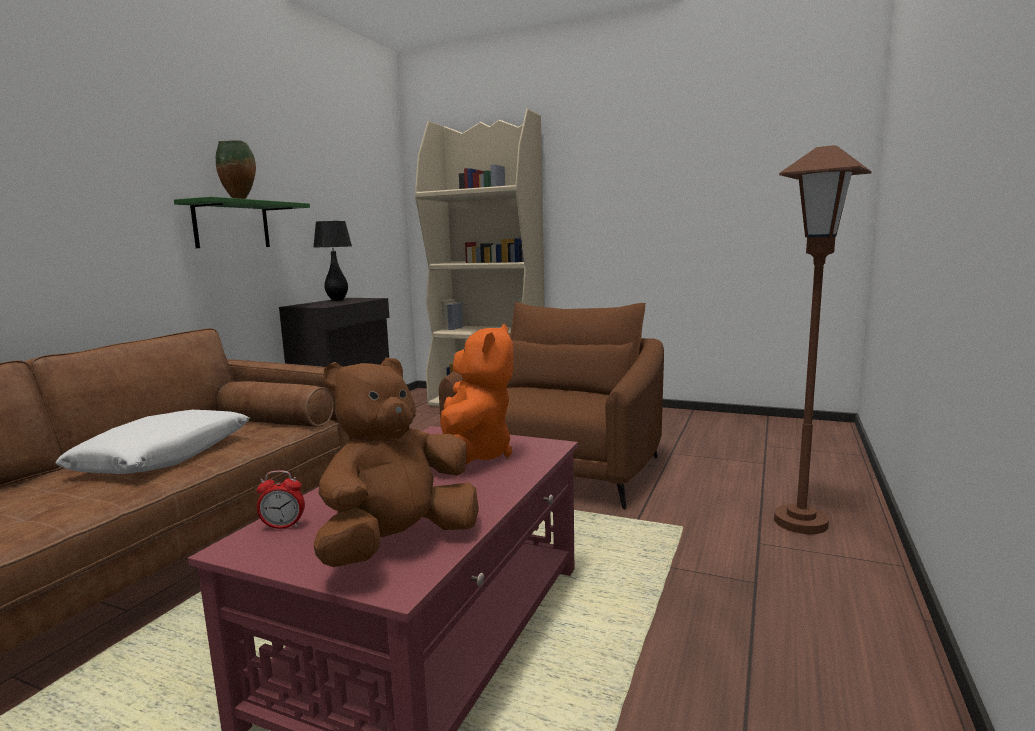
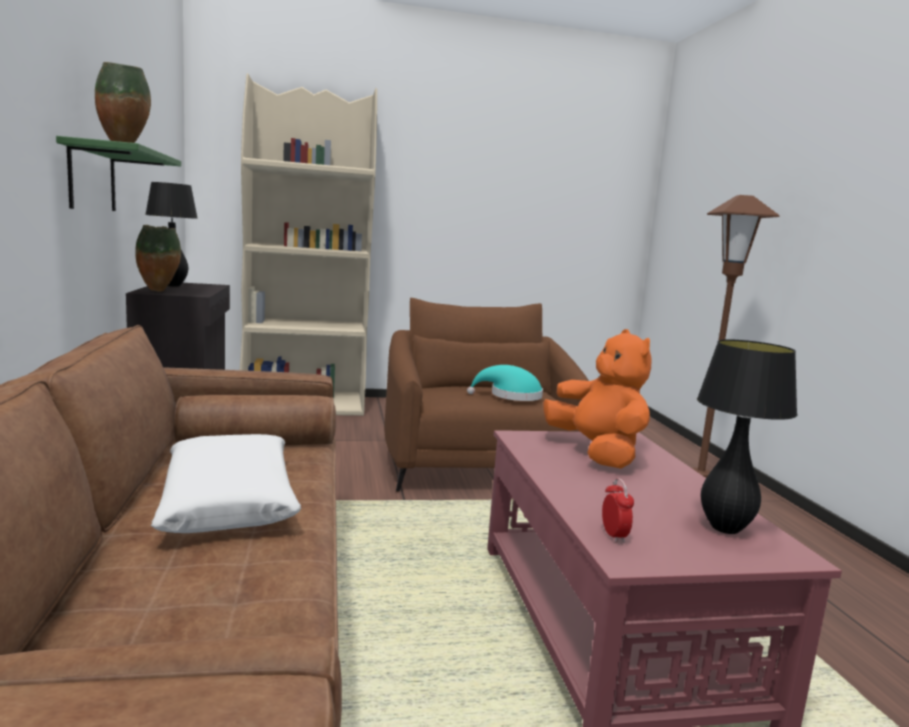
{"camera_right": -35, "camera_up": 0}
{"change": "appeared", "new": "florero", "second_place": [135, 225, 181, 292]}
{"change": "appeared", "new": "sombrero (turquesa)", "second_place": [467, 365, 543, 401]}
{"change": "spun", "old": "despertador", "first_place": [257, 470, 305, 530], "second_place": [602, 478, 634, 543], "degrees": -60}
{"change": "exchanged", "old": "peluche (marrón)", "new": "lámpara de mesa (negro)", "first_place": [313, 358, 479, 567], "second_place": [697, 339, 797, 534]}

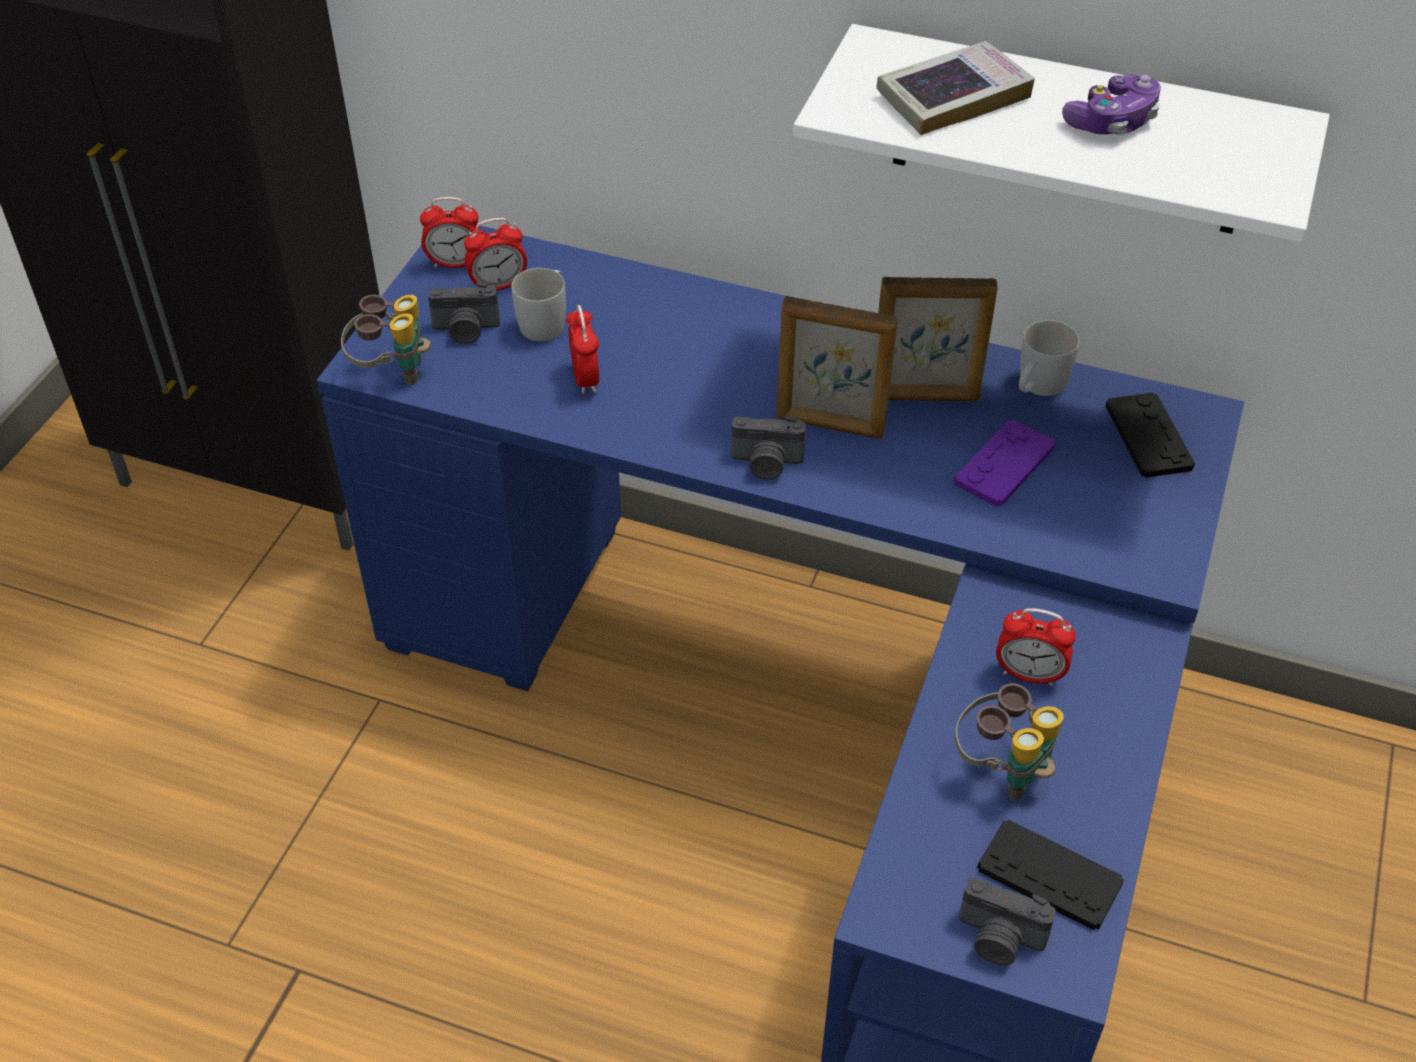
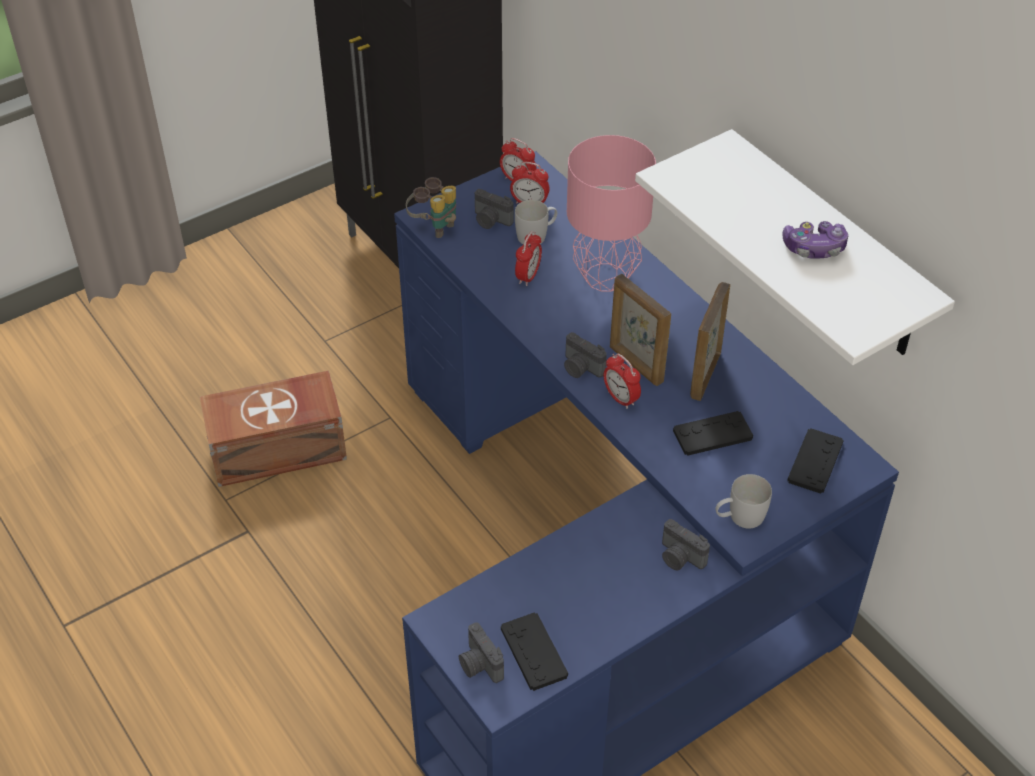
{"camera_right": 35, "camera_up": 0}
{"change": "appeared", "new": "caja de almacenaje (marrón)", "second_place": [200, 371, 347, 487]}
{"change": "appeared", "new": "lámpara de mesa (rosa)", "second_place": [567, 135, 656, 292]}
{"change": "relocated", "old": "despertador", "first_place": [996, 608, 1076, 686], "second_place": [603, 354, 641, 409]}
{"change": "appeared", "new": "cámara", "second_place": [662, 519, 710, 570]}
{"change": "colour", "old": "mando de consola (morado)", "new": "mando de consola (negro)", "first_place": [954, 420, 1056, 507], "second_place": [673, 411, 753, 456]}
{"change": "spun", "old": "portarretratos", "first_place": [878, 277, 998, 401], "second_place": [690, 282, 730, 401], "degrees": 75}
{"change": "relocated", "old": "taza grande (blanco)", "first_place": [1019, 320, 1079, 396], "second_place": [715, 474, 772, 529]}
{"change": "missing", "old": "libro", "first_place": [876, 41, 1035, 135]}
{"change": "missing", "old": "prismáticos", "first_place": [955, 683, 1064, 801]}

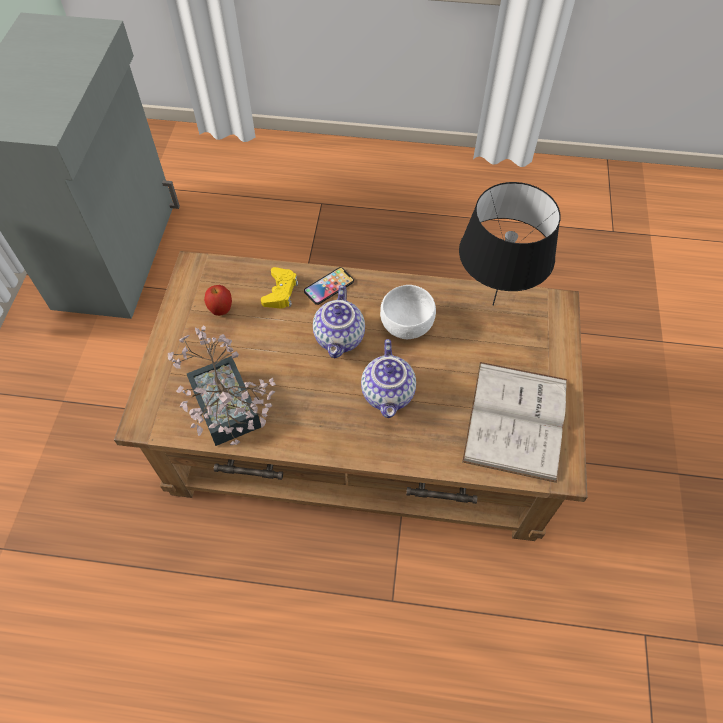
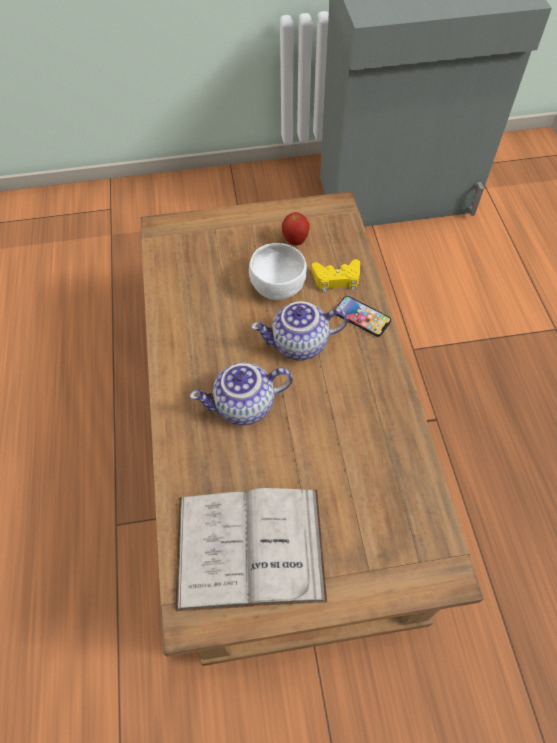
{"camera_right": 75, "camera_up": 0}
{"change": "relocated", "old": "cuenco (blanco)", "first_place": [380, 285, 436, 339], "second_place": [249, 243, 307, 300]}
{"change": "missing", "old": "planta en maceta", "first_place": [168, 326, 276, 446]}
{"change": "missing", "old": "lámpara de mesa (negro)", "first_place": [459, 182, 560, 306]}

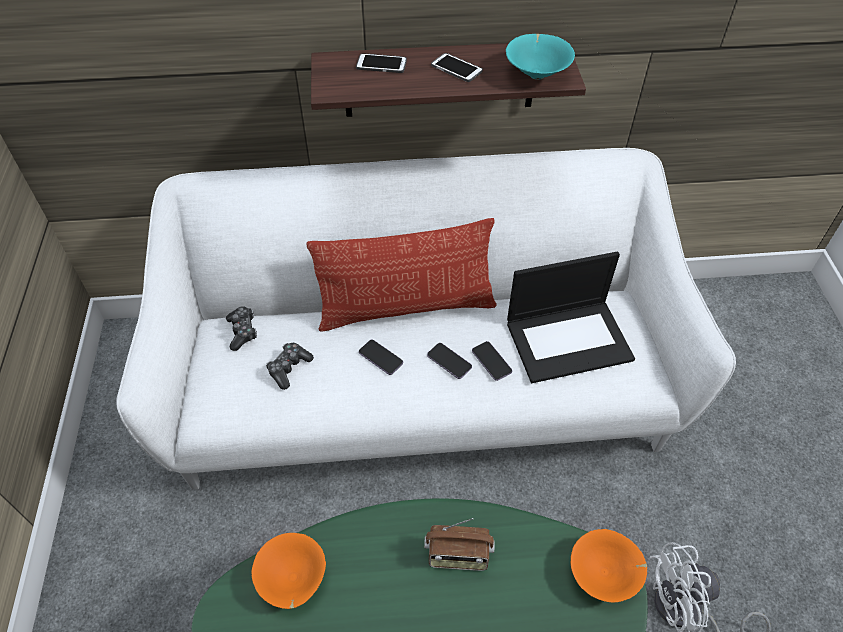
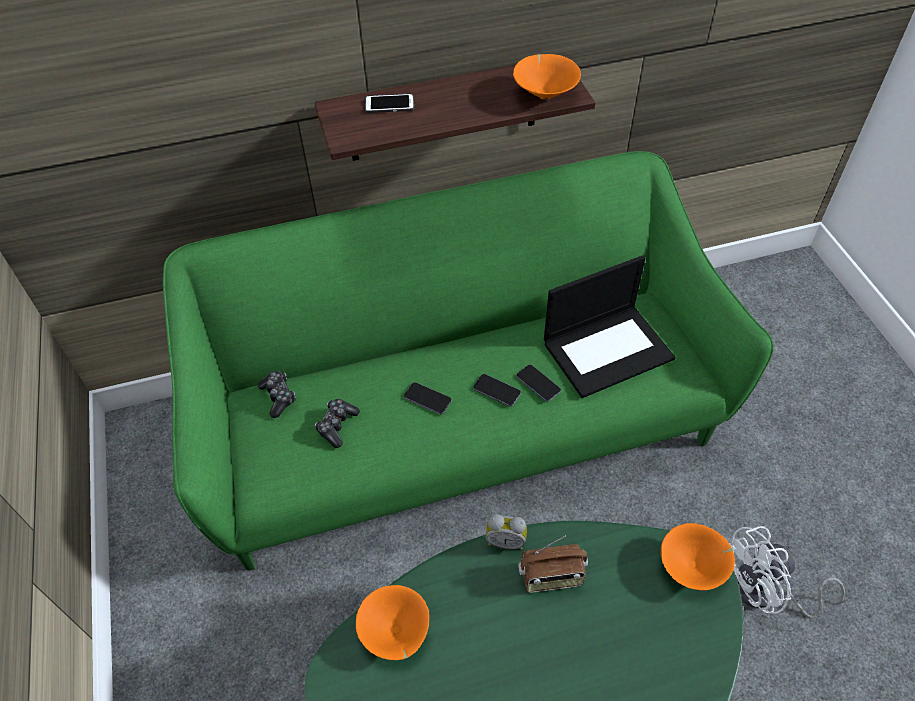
{"camera_right": -10, "camera_up": 0}
{"change": "colour", "old": "sofá (blanco)", "new": "sofá (verde)", "first_place": [116, 148, 736, 490], "second_place": [163, 151, 774, 571]}
{"change": "appeared", "new": "despertador", "second_place": [486, 514, 527, 550]}
{"change": "colour", "old": "cuenco (turquesa)", "new": "cuenco (naranja)", "first_place": [506, 34, 575, 80], "second_place": [513, 54, 581, 100]}
{"change": "missing", "old": "cojín", "first_place": [306, 218, 497, 332]}
{"change": "missing", "old": "móvil", "first_place": [431, 53, 483, 82]}

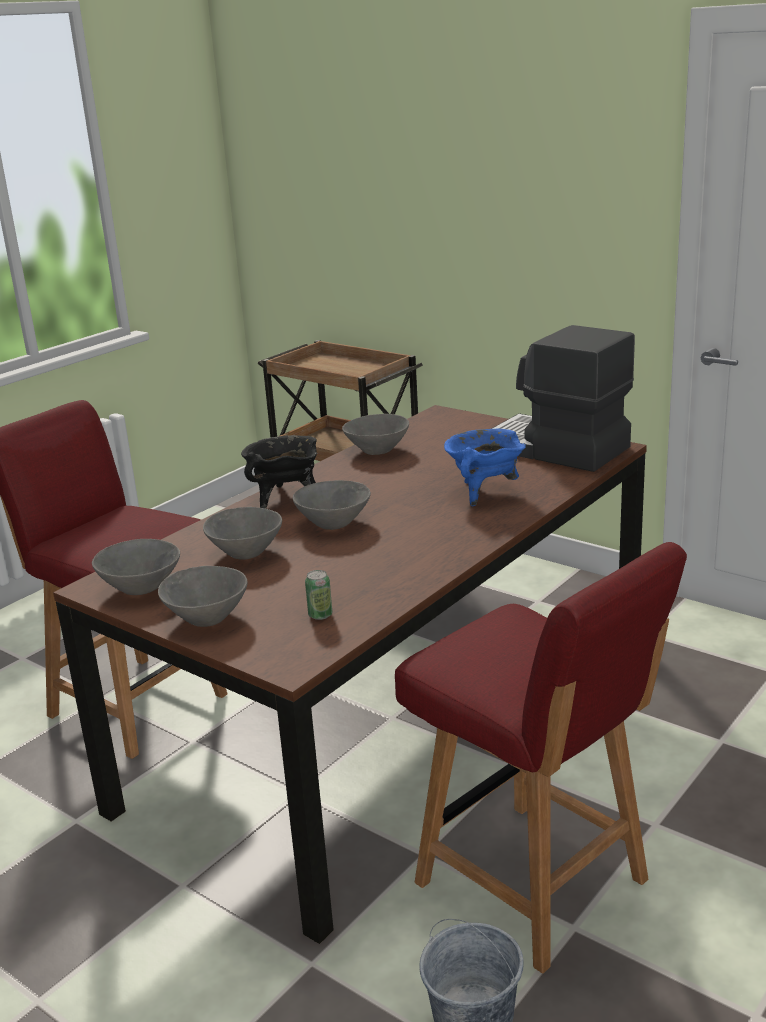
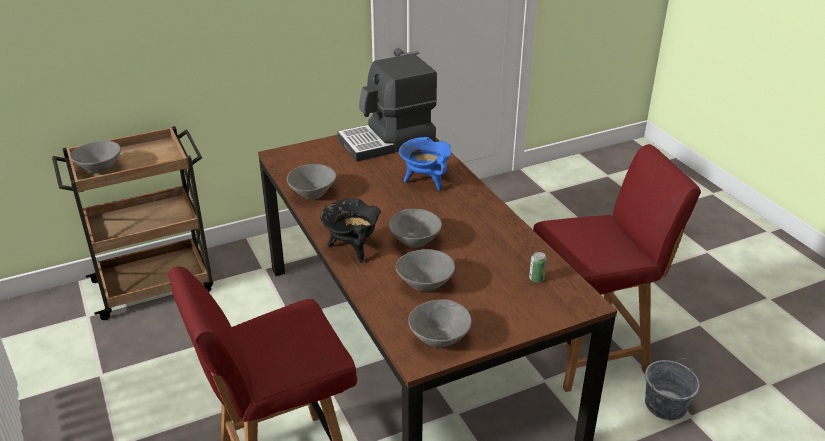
{"camera_right": -65, "camera_up": 10}
{"change": "relocated", "old": "cuenco (gris)", "first_place": [158, 566, 248, 627], "second_place": [70, 141, 121, 174]}

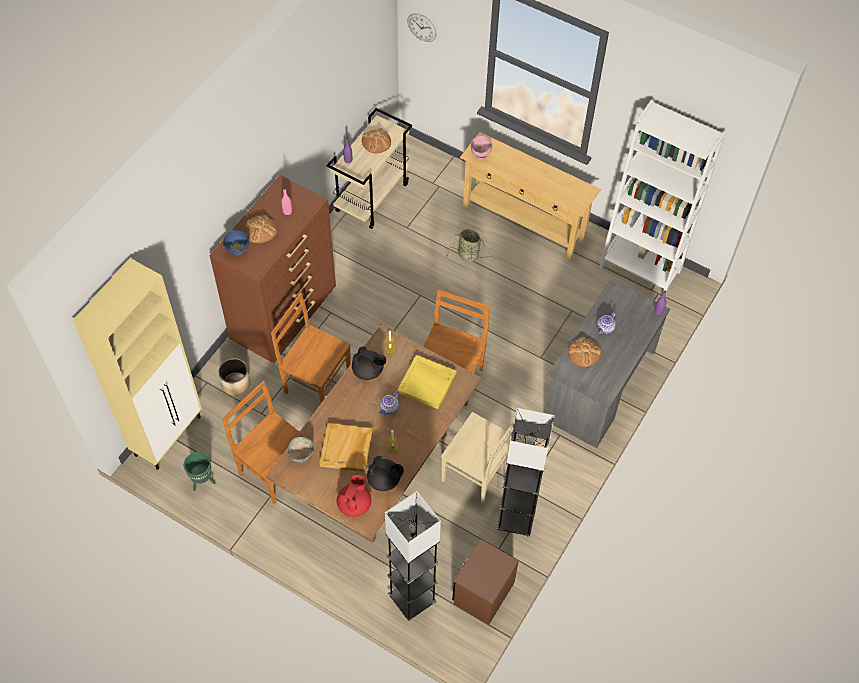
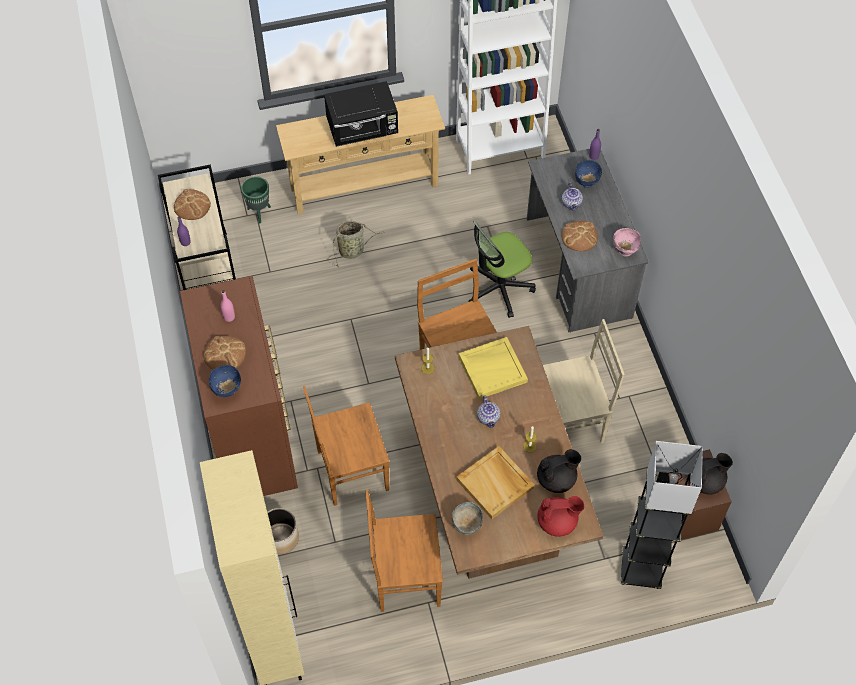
{"camera_right": -45, "camera_up": 0}
{"change": "relocated", "old": "maceta (verde)", "first_place": [184, 452, 216, 491], "second_place": [241, 176, 271, 224]}
{"change": "appeared", "new": "microondas (negro)", "second_place": [324, 81, 398, 147]}
{"change": "appeared", "new": "silla de oficina", "second_place": [468, 221, 536, 318]}
{"change": "spun", "old": "tetera (rojo)", "first_place": [337, 475, 371, 517], "second_place": [537, 496, 584, 537], "degrees": 105}
{"change": "appeared", "new": "cuenco (azul)", "second_place": [575, 160, 602, 188]}
{"change": "relocated", "old": "cuenco (rosa)", "first_place": [471, 136, 492, 160], "second_place": [613, 228, 641, 256]}
{"change": "relocated", "old": "tetera (negro)", "first_place": [352, 347, 386, 380], "second_place": [689, 453, 733, 495]}
{"change": "missing", "old": "reloj de pared", "first_place": [407, 13, 437, 42]}
{"change": "missing", "old": "lámpara de pie (gris)", "first_place": [497, 408, 555, 537]}

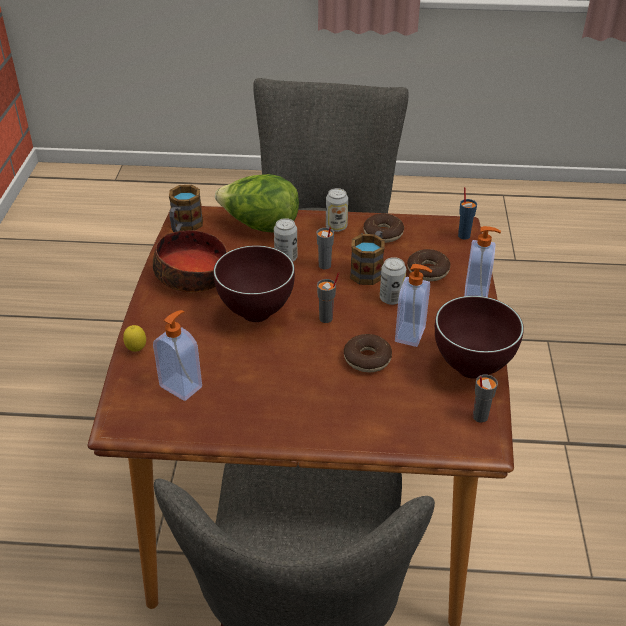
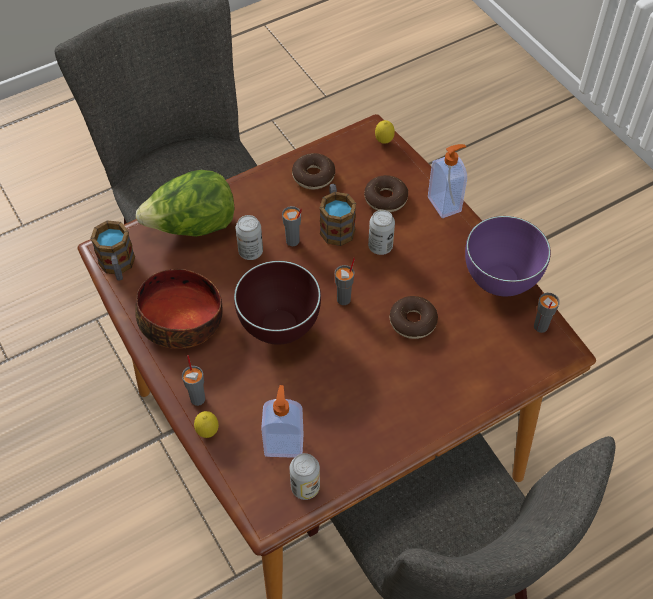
{"camera_right": -35, "camera_up": 15}
{"change": "appeared", "new": "taza (gris)", "second_place": [182, 355, 205, 406]}
{"change": "relocated", "old": "lata", "first_place": [326, 188, 348, 232], "second_place": [290, 453, 320, 500]}
{"change": "exchanged", "old": "taza (azul)", "new": "limón", "first_place": [458, 187, 477, 239], "second_place": [375, 120, 395, 144]}
{"change": "colour", "old": "cuenco (marrón)", "new": "cuenco (morado)", "first_place": [435, 296, 524, 379], "second_place": [465, 216, 551, 296]}
{"change": "missing", "old": "dispensador de jabón", "first_place": [395, 264, 432, 347]}

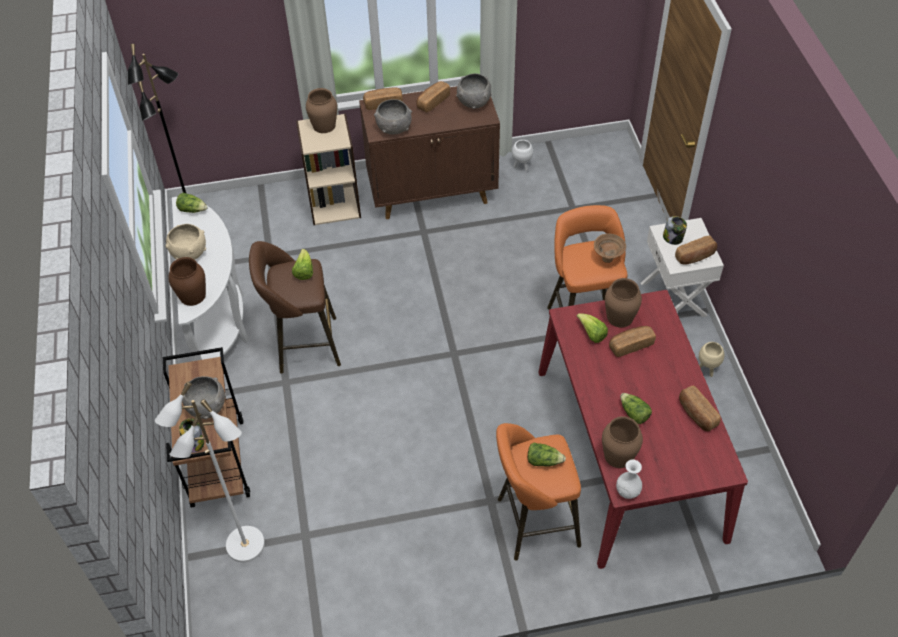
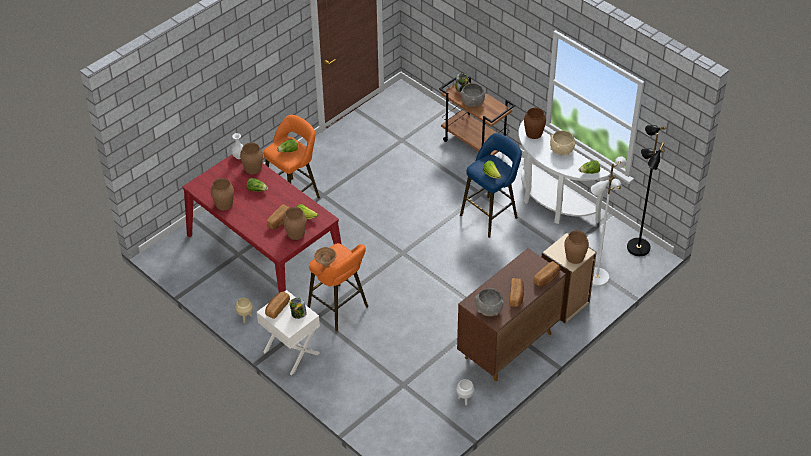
{"camera_right": 145, "camera_up": -5}
{"change": "exchanged", "old": "pan", "new": "florero (marrón)", "first_place": [679, 386, 721, 431], "second_place": [211, 178, 234, 210]}
{"change": "colour", "old": "taburete (marrón)", "new": "taburete (azul)", "first_place": [249, 241, 341, 373], "second_place": [460, 133, 522, 238]}
{"change": "relocated", "old": "lámpara de pie (blanco)", "first_place": [155, 382, 265, 562], "second_place": [591, 156, 627, 287]}
{"change": "missing", "old": "cuenco (gris)", "first_place": [374, 99, 412, 135]}

